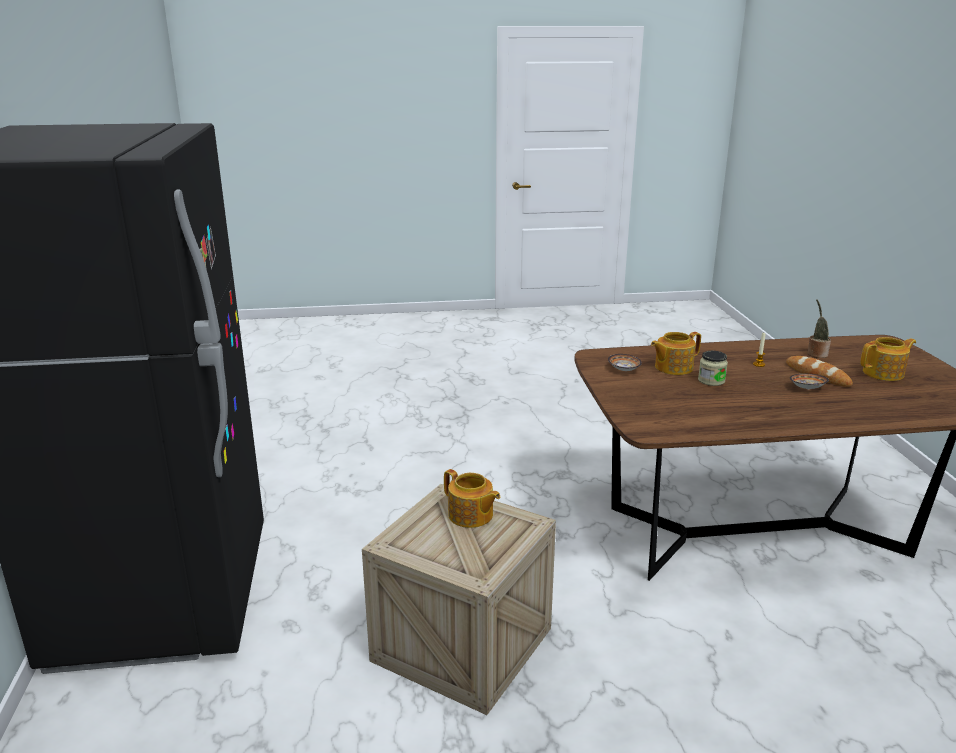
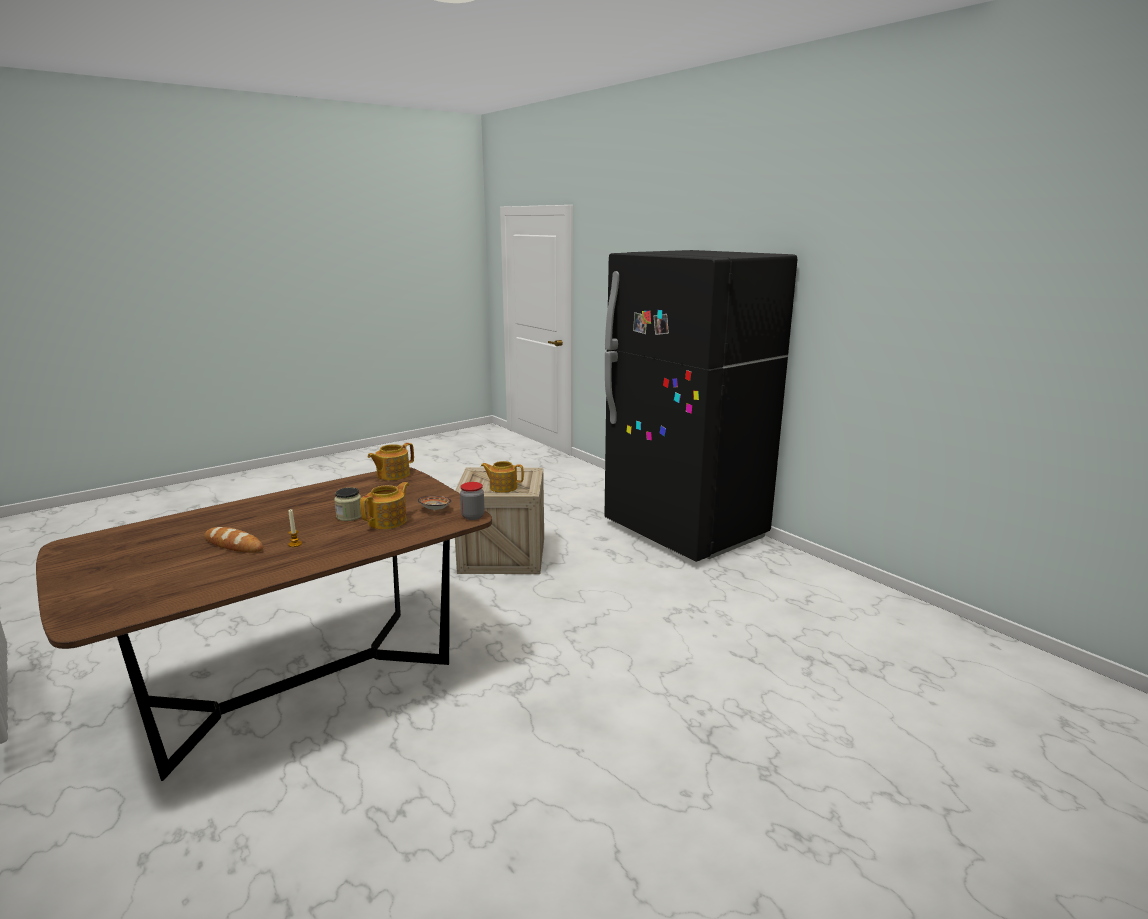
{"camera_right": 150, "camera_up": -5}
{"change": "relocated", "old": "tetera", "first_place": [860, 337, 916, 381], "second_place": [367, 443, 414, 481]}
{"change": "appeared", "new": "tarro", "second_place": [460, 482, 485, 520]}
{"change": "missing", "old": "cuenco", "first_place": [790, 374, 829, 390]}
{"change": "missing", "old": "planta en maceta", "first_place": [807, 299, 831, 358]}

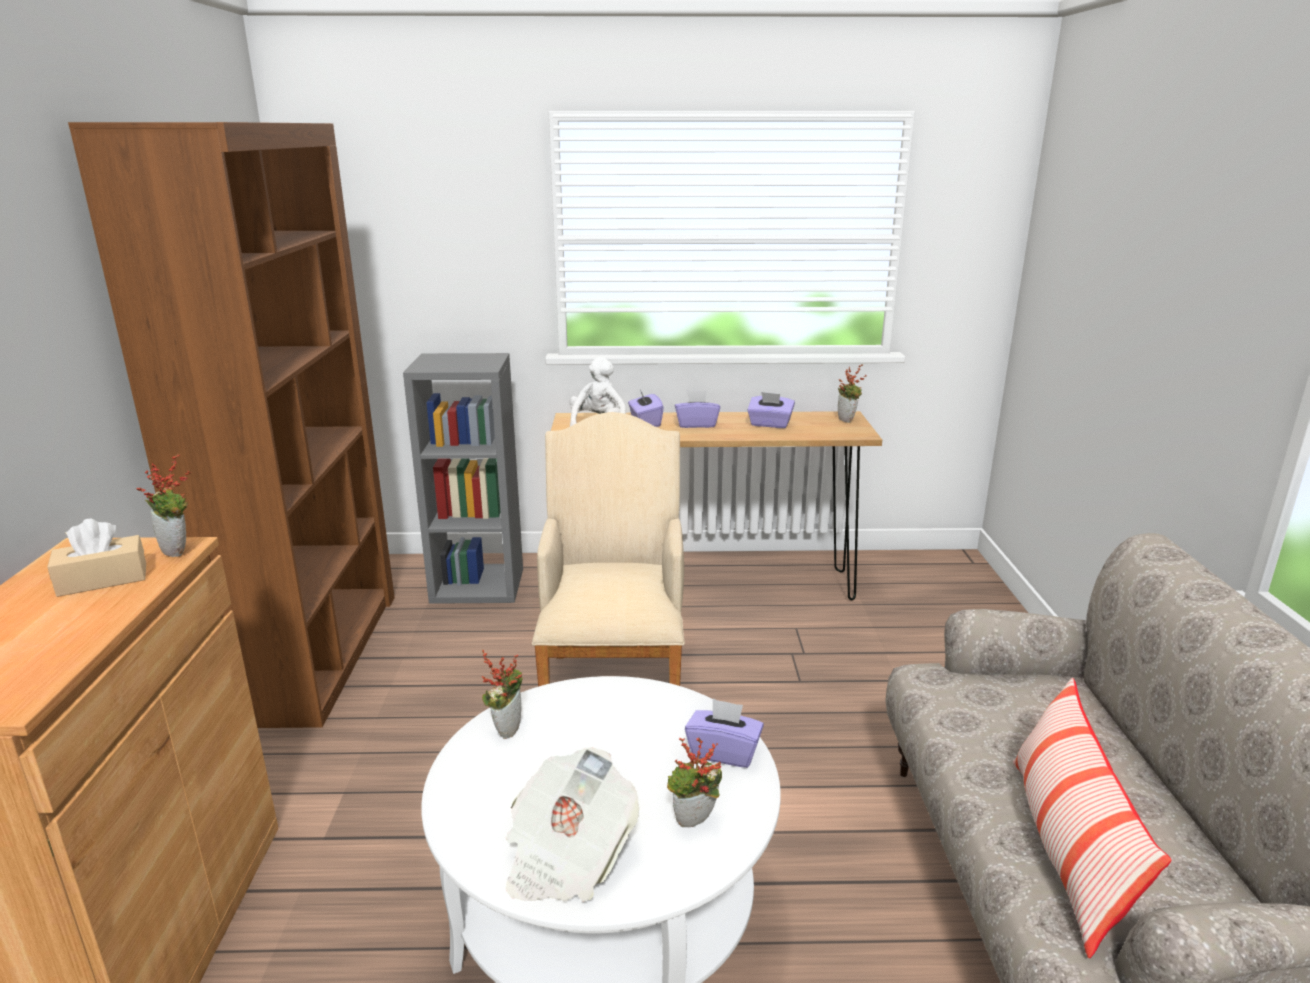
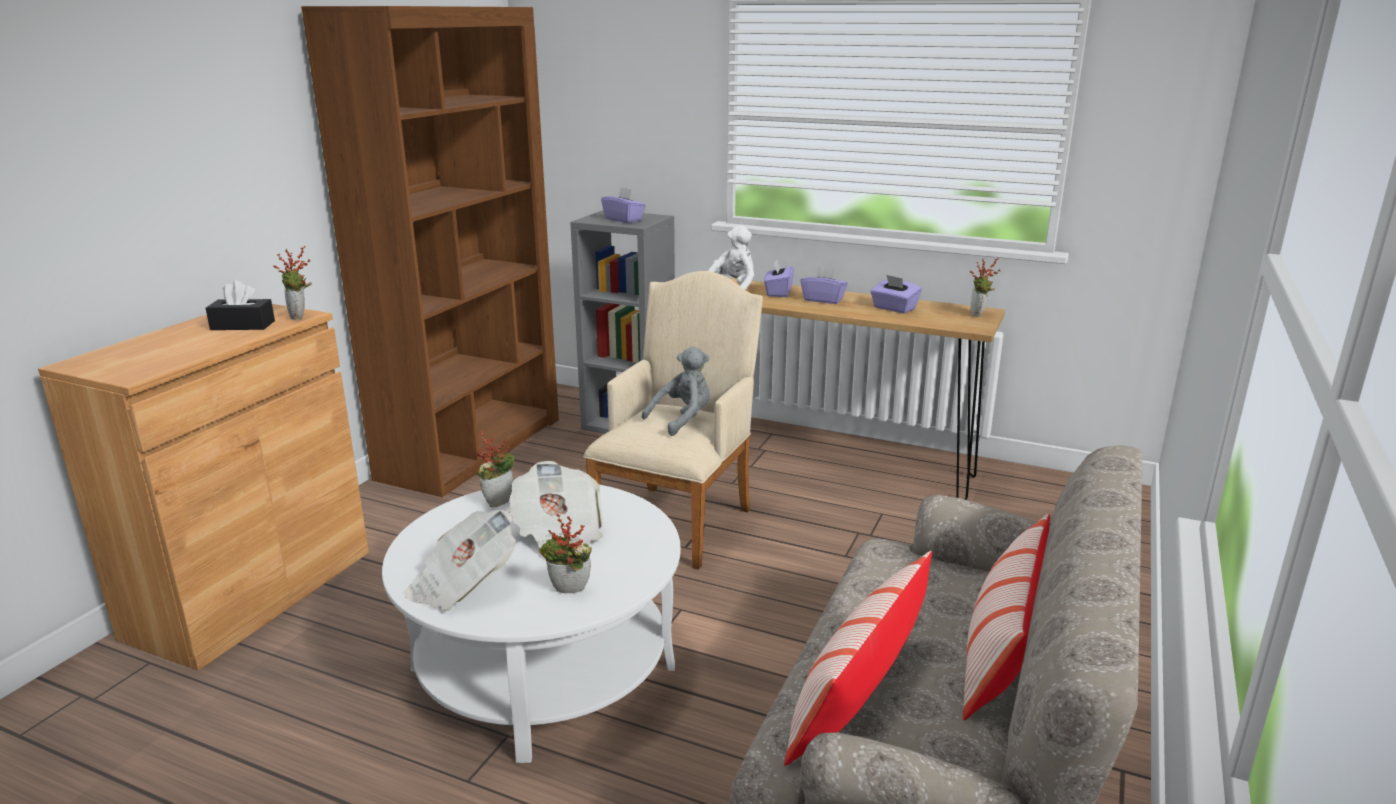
{"camera_right": 25, "camera_up": 0}
{"change": "colour", "old": "caja de pañuelos (beis)", "new": "caja de pañuelos (negro)", "first_place": [47, 519, 146, 597], "second_place": [206, 281, 275, 330]}
{"change": "appeared", "new": "periódico", "second_place": [508, 461, 603, 548]}
{"change": "relocated", "old": "caja de pañuelos (morado)", "first_place": [685, 699, 764, 768], "second_place": [601, 187, 646, 223]}
{"change": "appeared", "new": "peluche (gris)", "second_place": [642, 347, 710, 436]}
{"change": "appeared", "new": "cojín", "second_place": [963, 513, 1050, 721]}

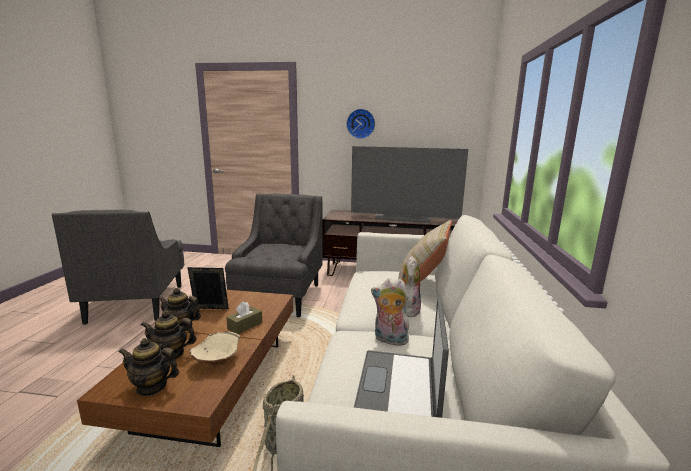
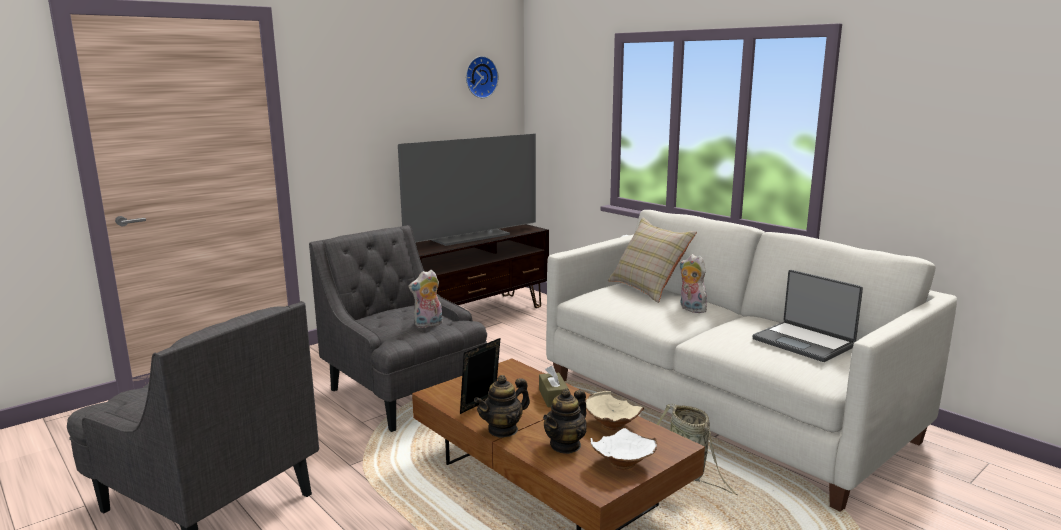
{"camera_right": -50, "camera_up": 0}
{"change": "relocated", "old": "peluche", "first_place": [371, 278, 409, 346], "second_place": [408, 270, 442, 328]}
{"change": "relocated", "old": "reloj de pared", "first_place": [346, 109, 375, 139], "second_place": [466, 56, 498, 98]}
{"change": "exchanged", "old": "tetera", "new": "cuenco (blanco)", "first_place": [119, 338, 179, 396], "second_place": [590, 427, 657, 469]}

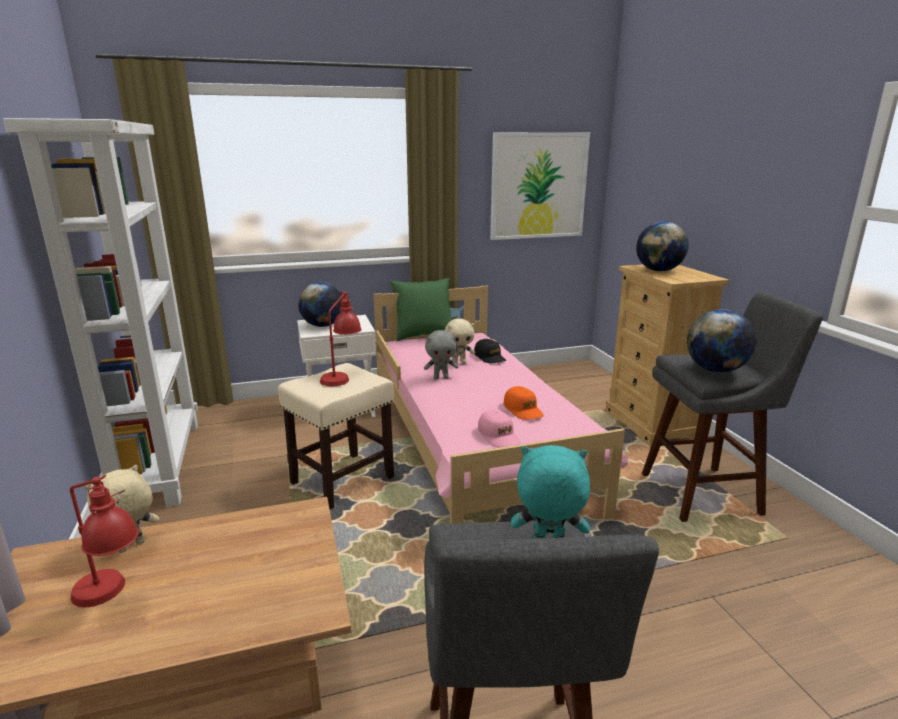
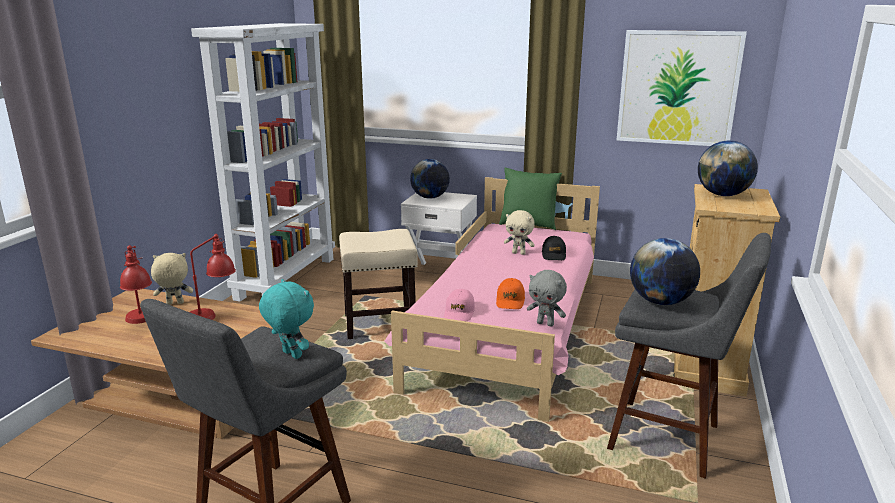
{"camera_right": 35, "camera_up": 0}
{"change": "relocated", "old": "lámpara de mesa (rojo)", "first_place": [320, 291, 362, 386], "second_place": [190, 234, 236, 320]}
{"change": "relocated", "old": "peluche (gris)", "first_place": [424, 330, 458, 379], "second_place": [527, 270, 567, 326]}

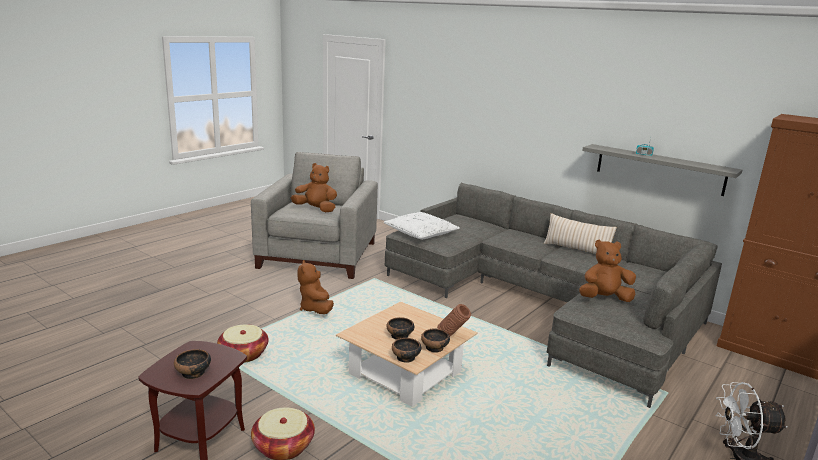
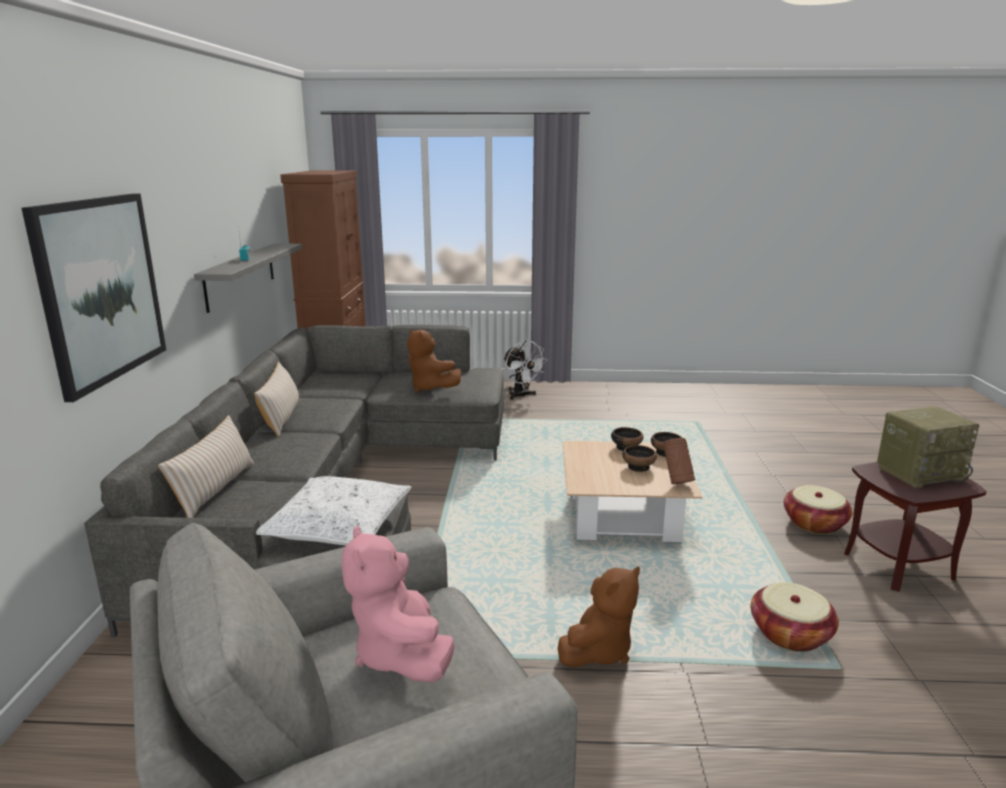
{"camera_right": -125, "camera_up": 0}
{"change": "appeared", "new": "cuadro", "second_place": [22, 194, 166, 402]}
{"change": "appeared", "new": "cojín (beis)", "second_place": [158, 415, 254, 518]}
{"change": "colour", "old": "peluche (marrón)", "new": "peluche (rosa)", "first_place": [291, 163, 337, 212], "second_place": [342, 525, 455, 682]}
{"change": "relocated", "old": "florero (marrón)", "first_place": [437, 304, 471, 336], "second_place": [663, 438, 695, 484]}
{"change": "exchanged", "old": "cuenco", "new": "radio", "first_place": [174, 349, 211, 379], "second_place": [877, 406, 979, 488]}

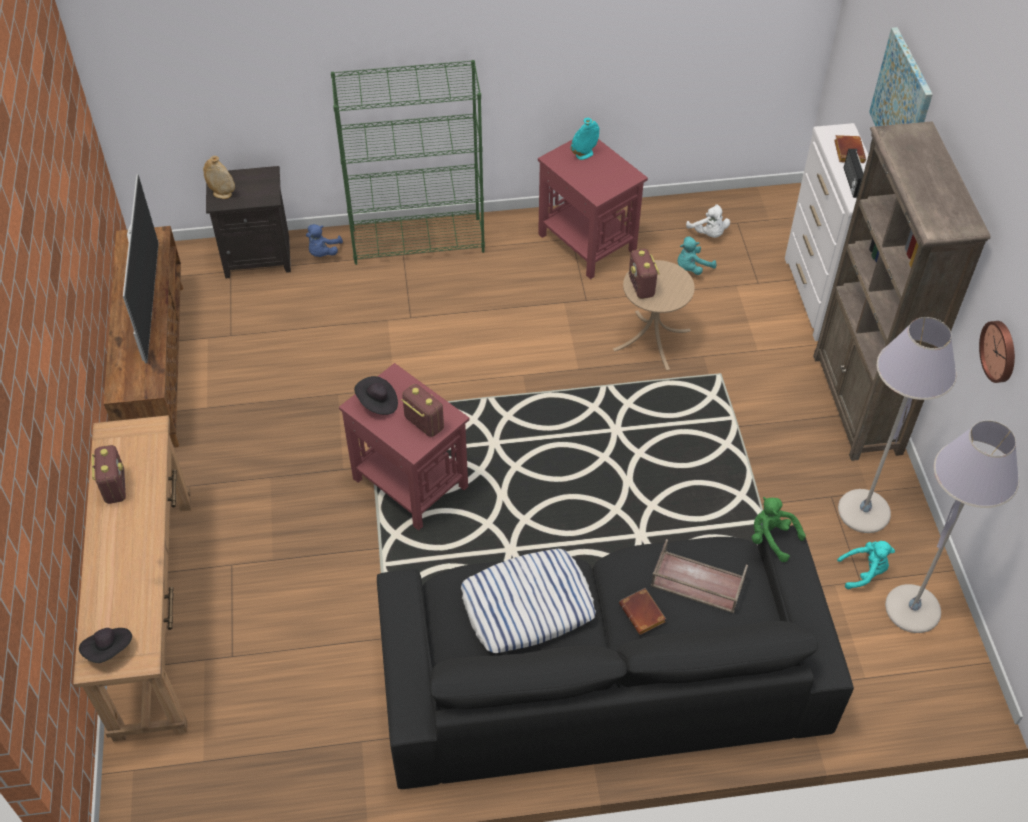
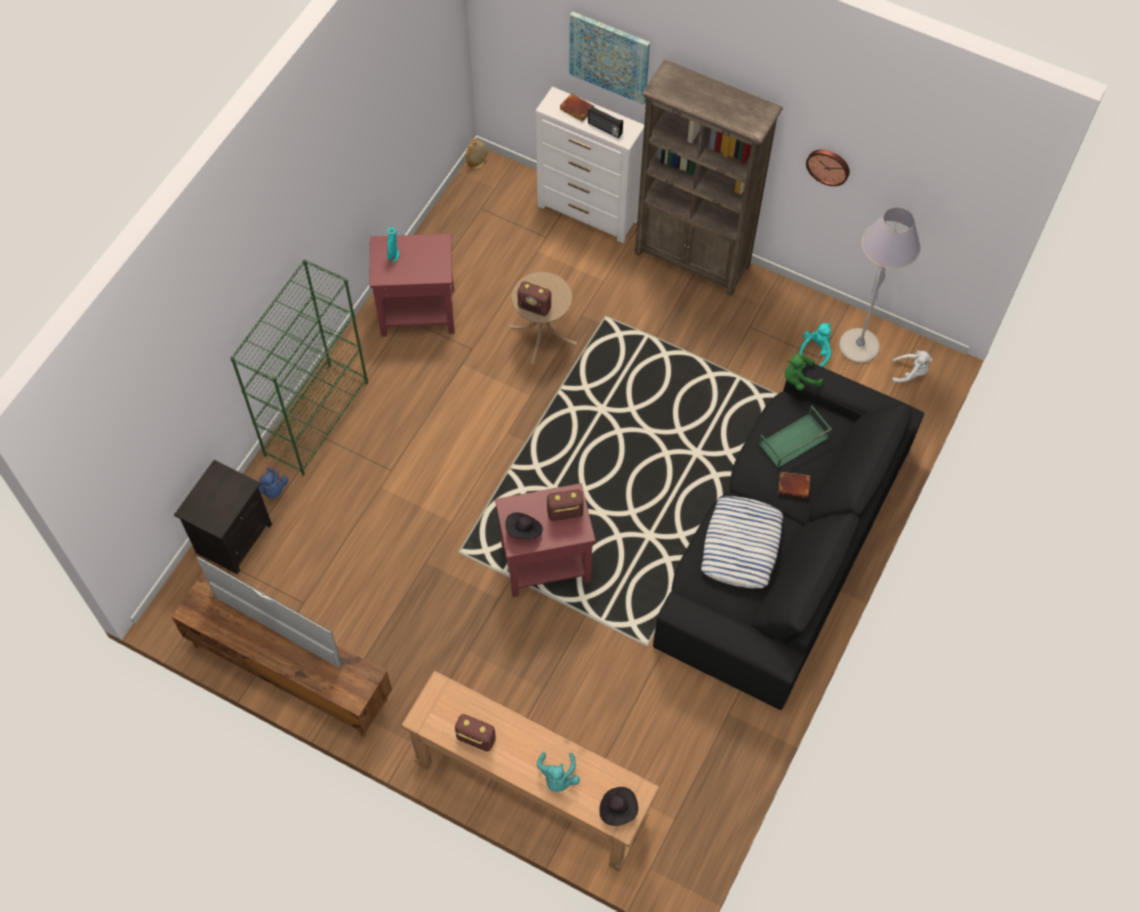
{"camera_right": -55, "camera_up": 10}
{"change": "relocated", "old": "florero (beis)", "first_place": [203, 156, 235, 199], "second_place": [466, 138, 488, 170]}
{"change": "relocated", "old": "peluche (turquesa)", "first_place": [678, 237, 717, 275], "second_place": [537, 752, 580, 792]}
{"change": "colour", "old": "bandeja (marrón)", "new": "bandeja (verde)", "first_place": [651, 539, 748, 613], "second_place": [759, 406, 832, 468]}
{"change": "relocated", "old": "peluche (blanco)", "first_place": [686, 204, 730, 238], "second_place": [892, 351, 933, 383]}
{"change": "missing", "old": "lámpara de pie (gris)", "first_place": [838, 317, 957, 533]}

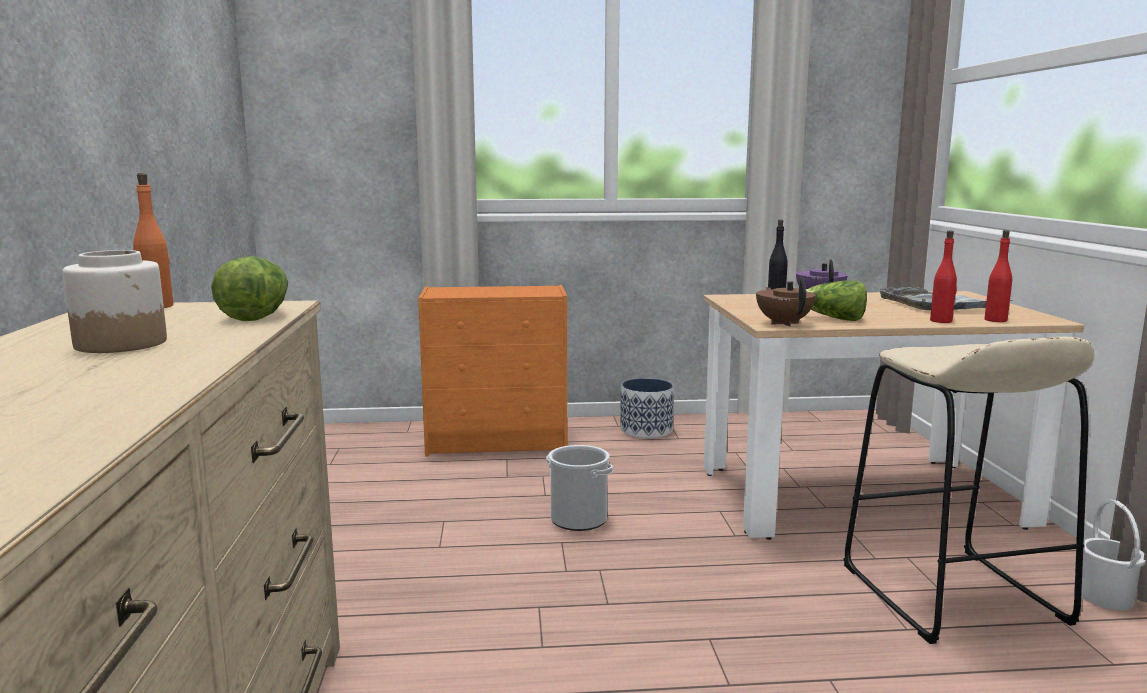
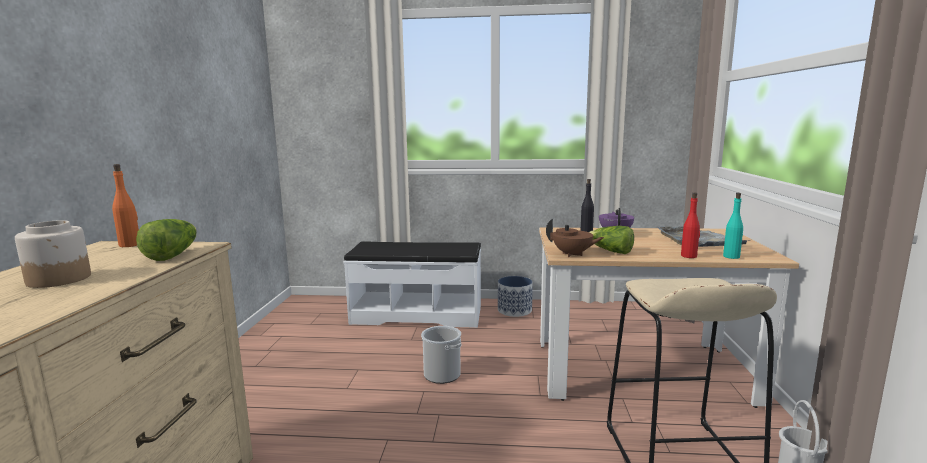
{"camera_right": 10, "camera_up": 0}
{"change": "exchanged", "old": "cómoda (naranja)", "new": "banco (blanco)", "first_place": [418, 285, 567, 456], "second_place": [343, 241, 481, 328]}
{"change": "spun", "old": "tetera (marrón)", "first_place": [756, 277, 816, 327], "second_place": [546, 219, 604, 257], "degrees": 120}
{"change": "colour", "old": "botella (rojo)", "new": "botella (turquesa)", "first_place": [984, 230, 1012, 322], "second_place": [723, 193, 743, 259]}

